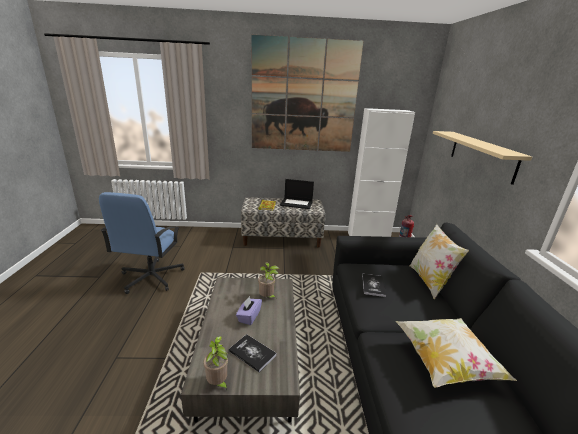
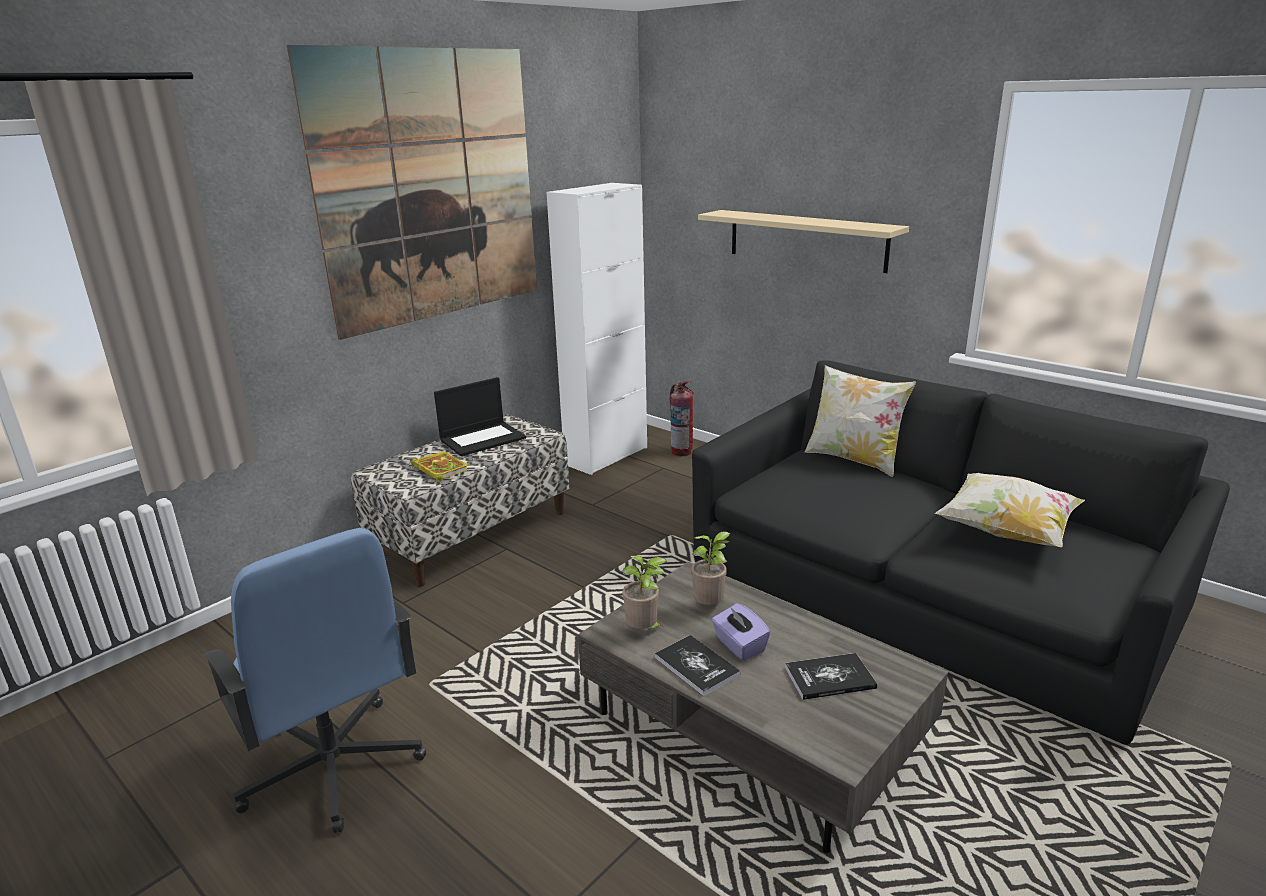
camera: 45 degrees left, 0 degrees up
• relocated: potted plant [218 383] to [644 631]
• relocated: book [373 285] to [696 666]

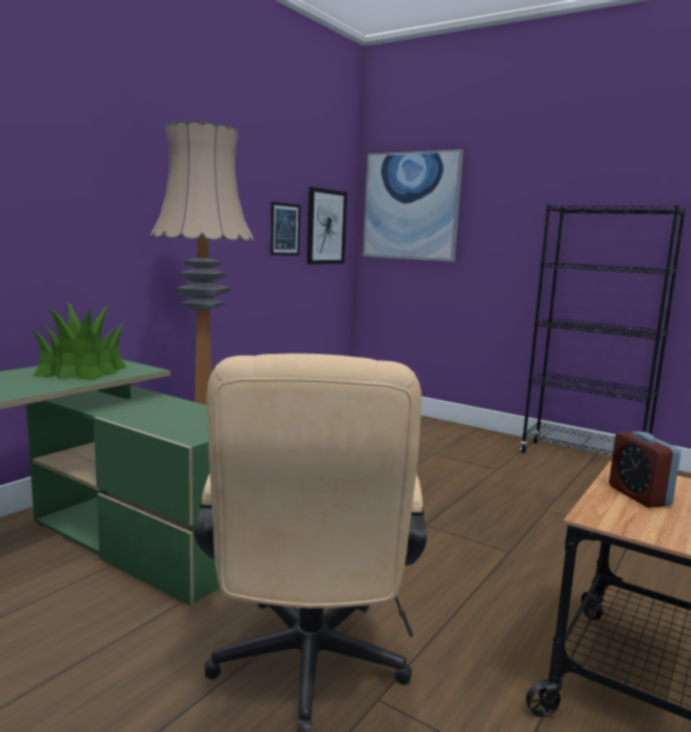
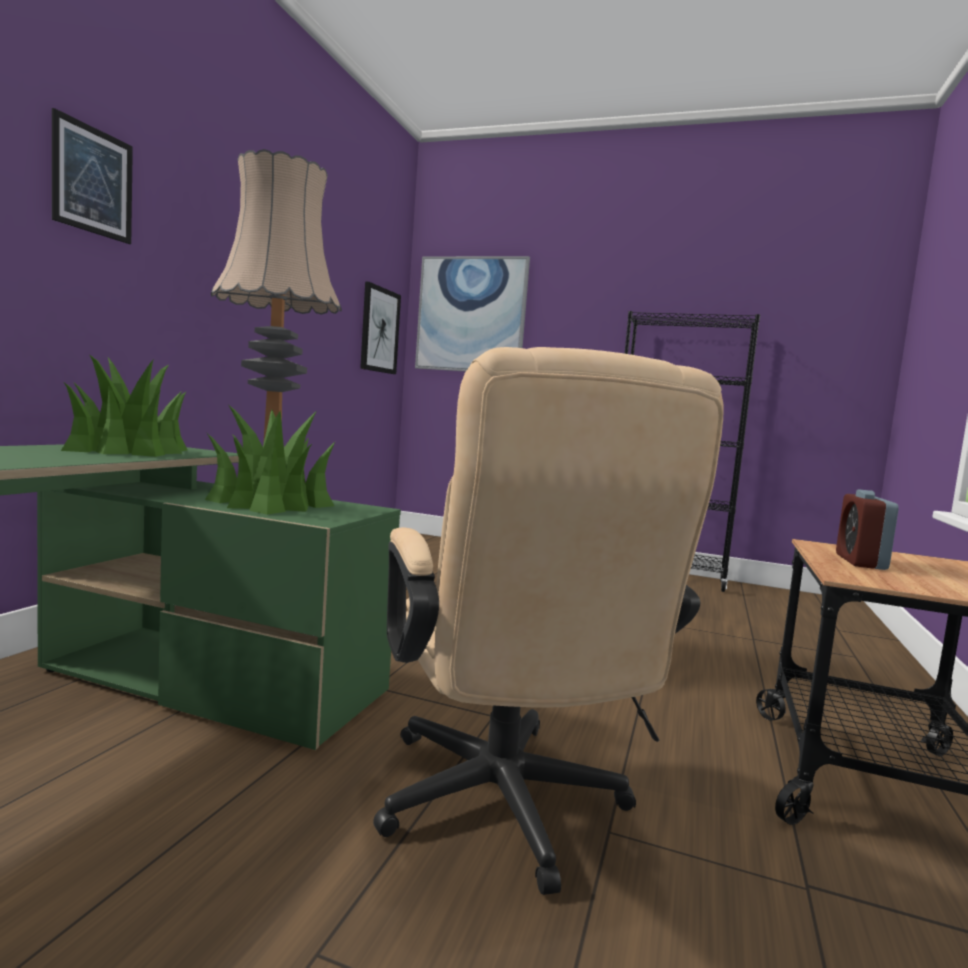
camera: 15 degrees left, 5 degrees down
• appeared: potted plant [270 503]
• relocated: picture [285 229] to [93 181]
• spun: alarm clock [639 496] = [860 562] 45 degrees clockwise

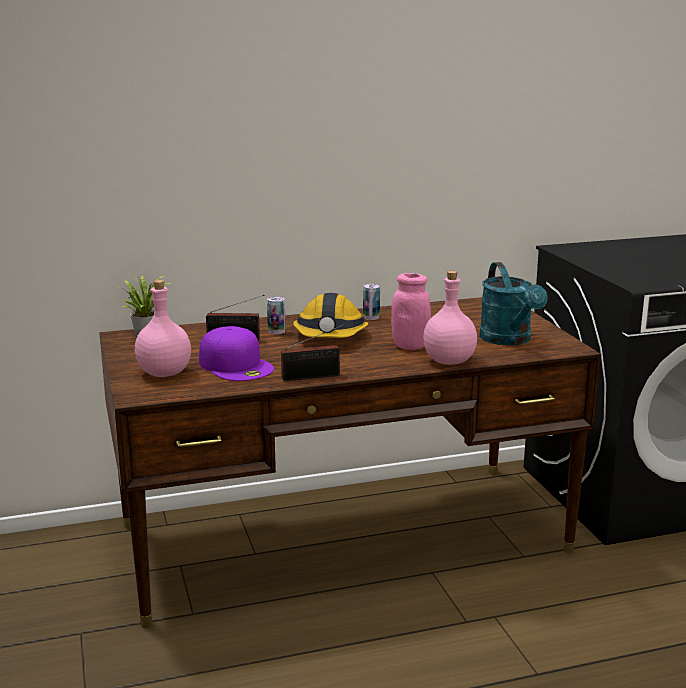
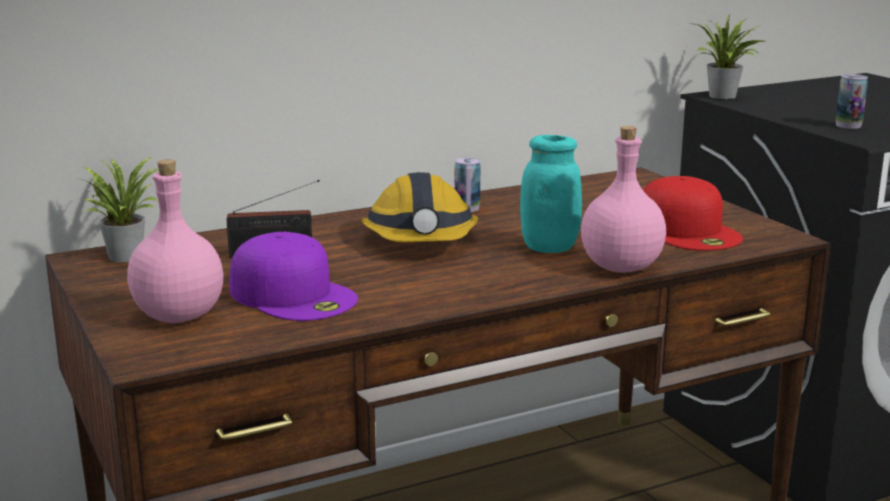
camera: 10 degrees left, 0 degrees up
• missing: radio [314 376]
• appeared: potted plant [724 97]
• relocated: can [276 331] to [848 125]
• exchanged: watering can (turquoise) [509 340] to cap (red) [688 230]
• colour: jar (pink) [410 346] to jar (turquoise) [549 247]

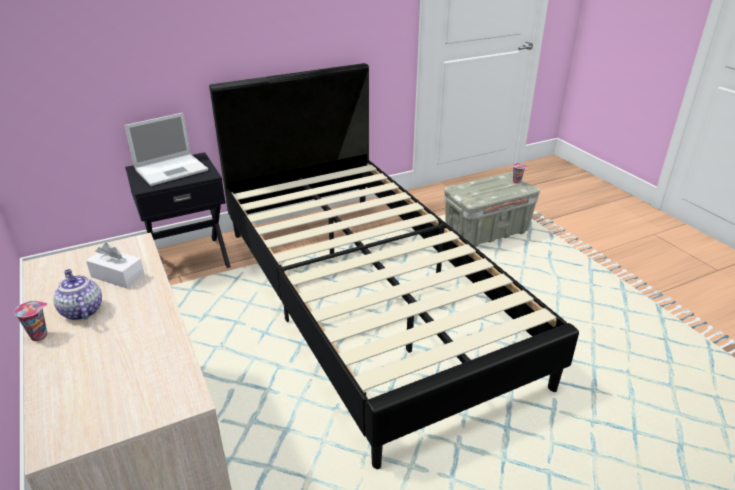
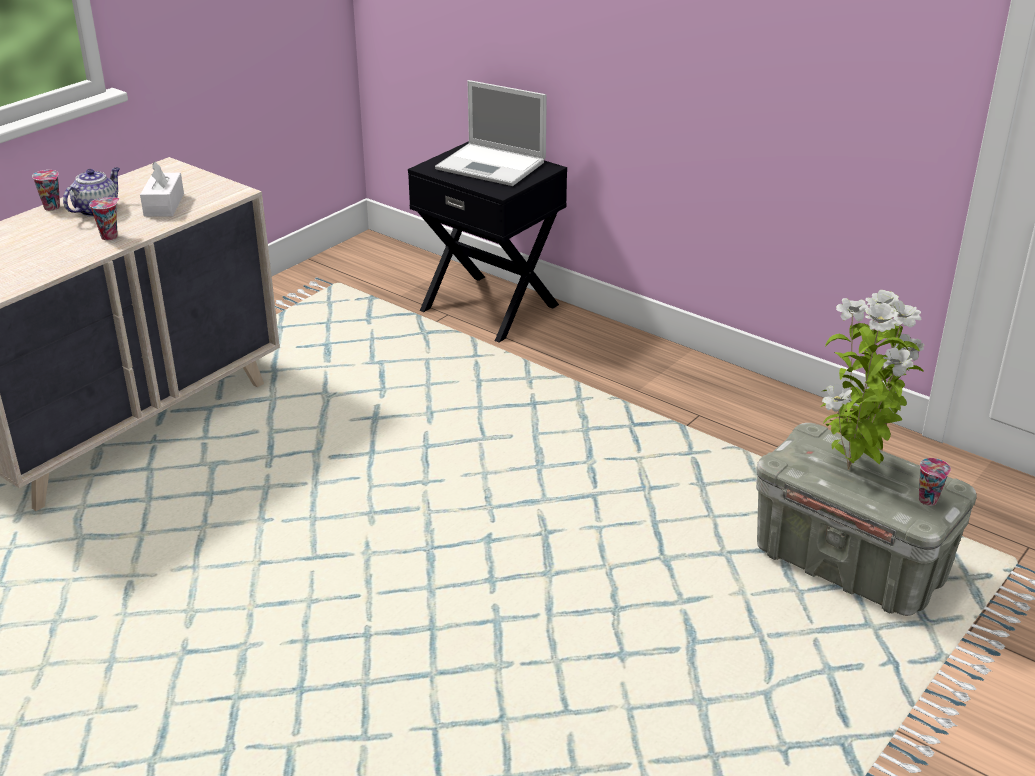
camera: 65 degrees right, 0 degrees up
• missing: bed (black) [367 298]
• appeared: cup [110 236]
• appeared: potted plant [851 469]

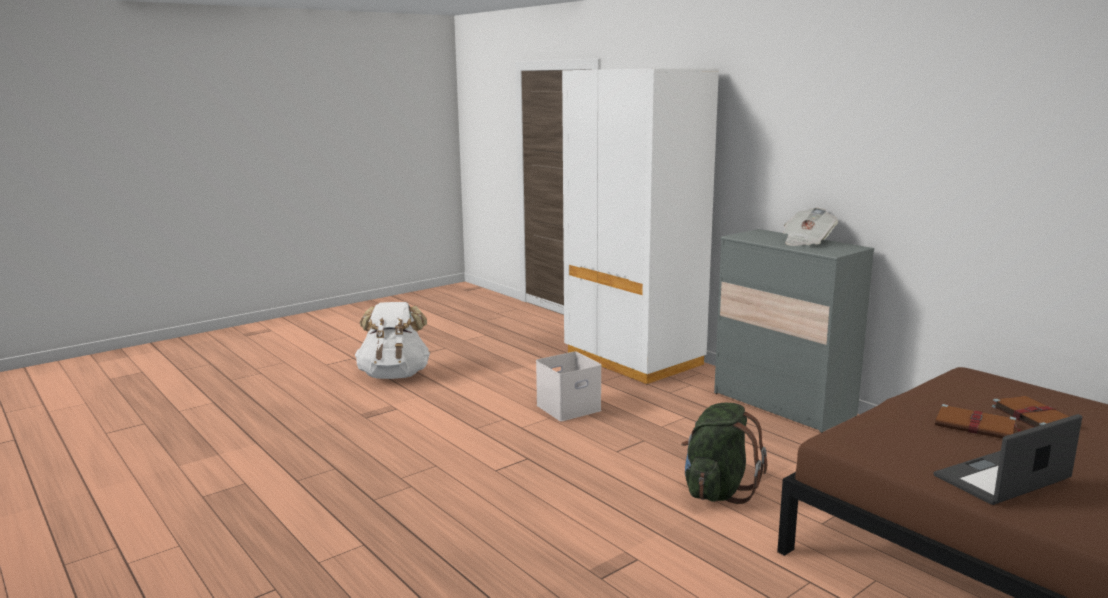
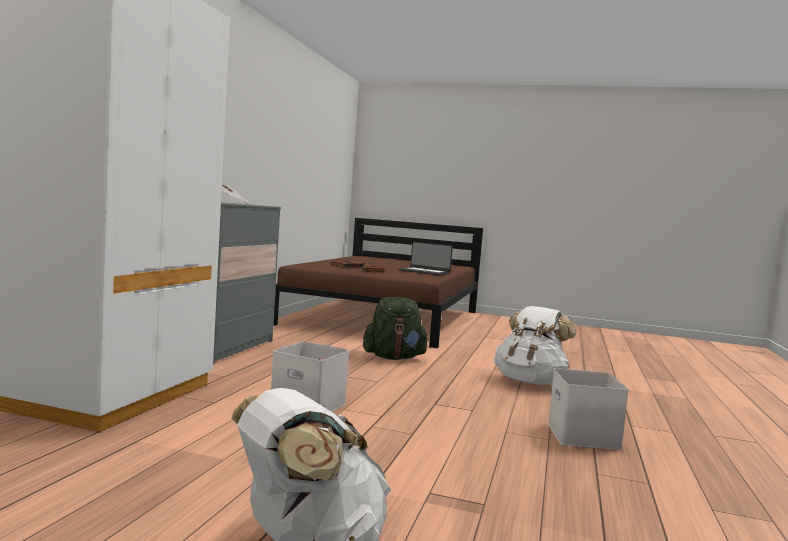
camera: 125 degrees left, 10 degrees down
• appeared: backpack (white) [530 382]
• appeared: storage box (white) [584 436]

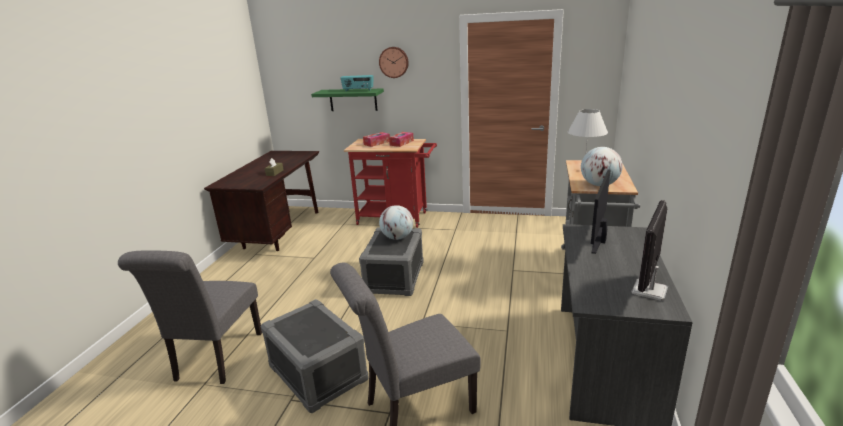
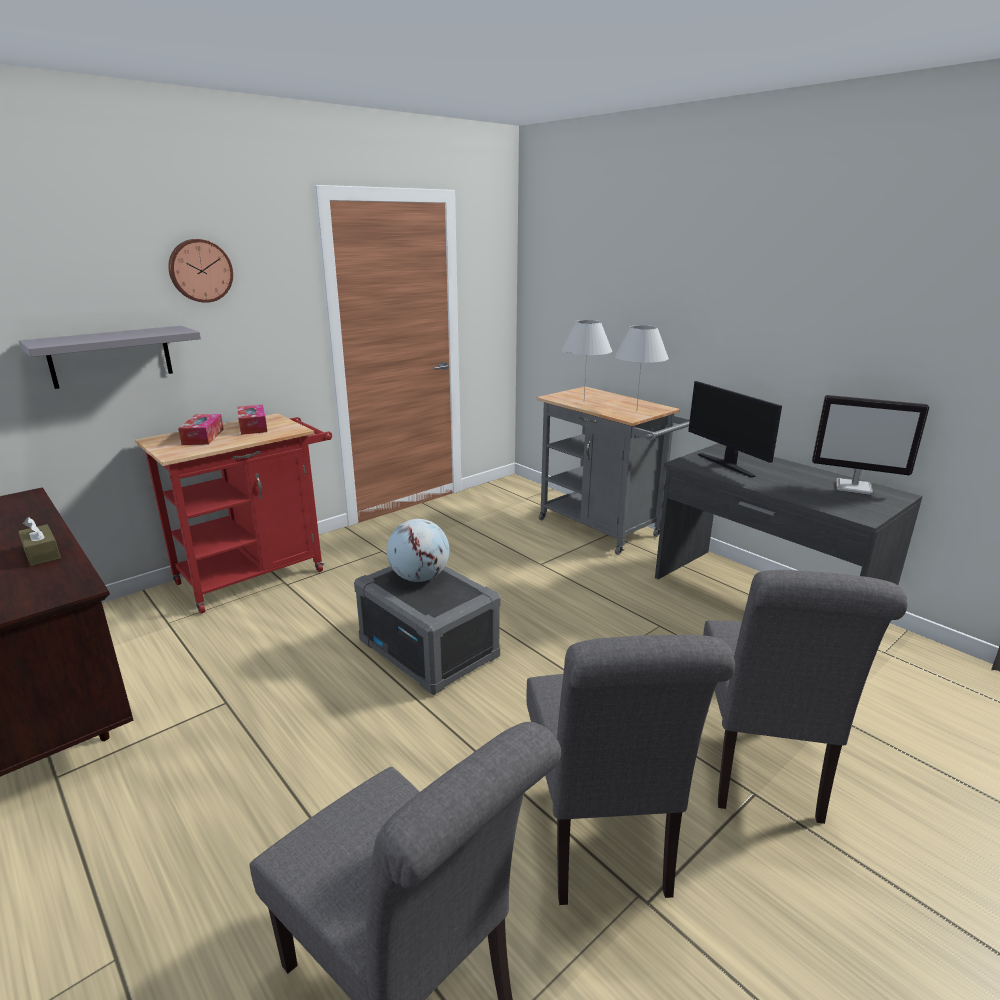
camera: 55 degrees left, 0 degrees up
• missing: radio [358 90]
• exchanged: storage box (grey) [317 373] to chair (grey) [600 838]
• exchanged: globe [599 185] to table lamp (white) [637 411]
• colour: shelf (green) [353 100] to shelf (grey) [111 356]
• spun: monitor [649 291] = [855 487] 45 degrees counterclockwise

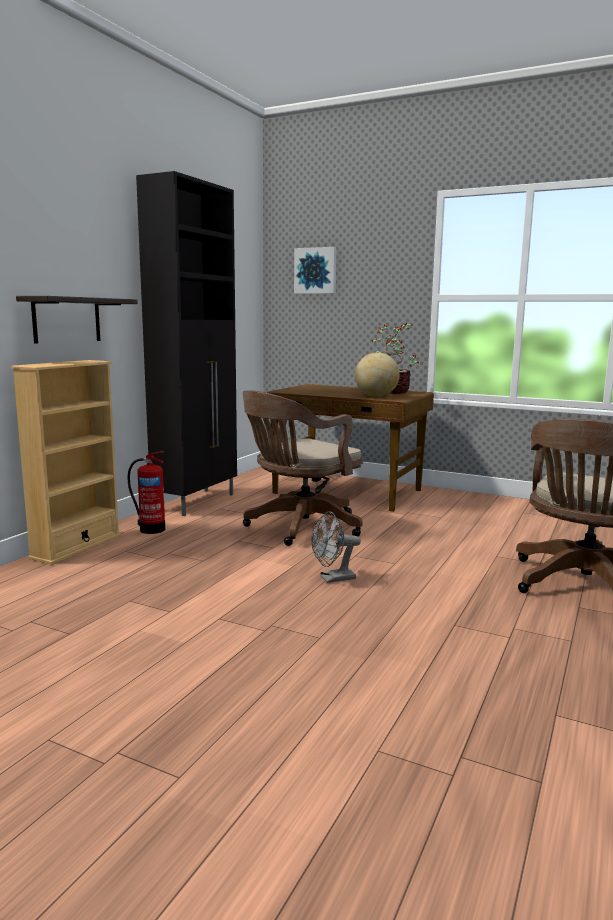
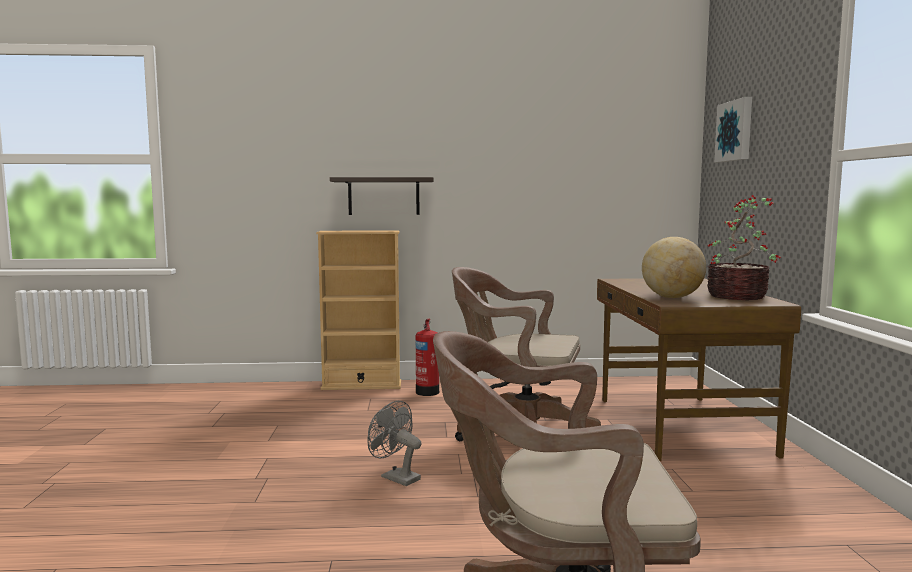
camera: 60 degrees right, 5 degrees down
• missing: cabinet (black) [197 502]

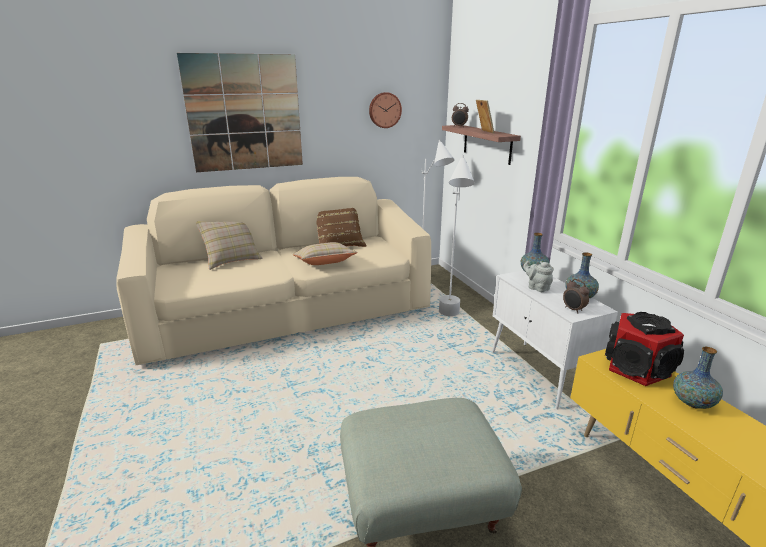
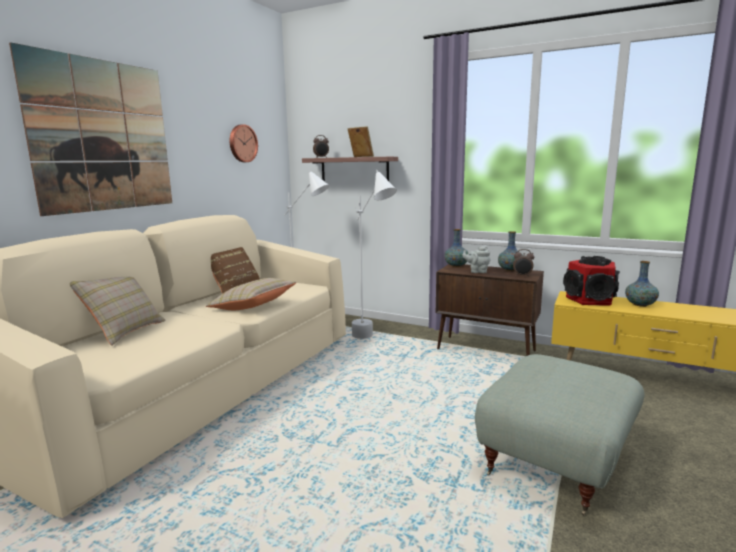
camera: 40 degrees left, 10 degrees down
• colour: cabinet (white) [540 374] to cabinet (brown) [487 350]

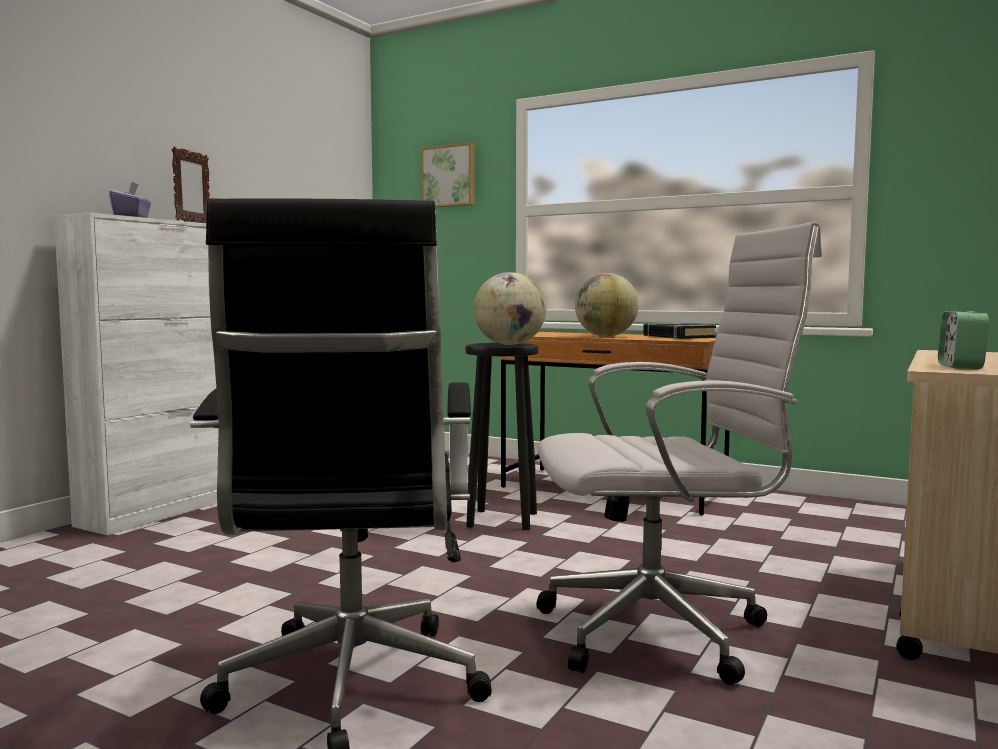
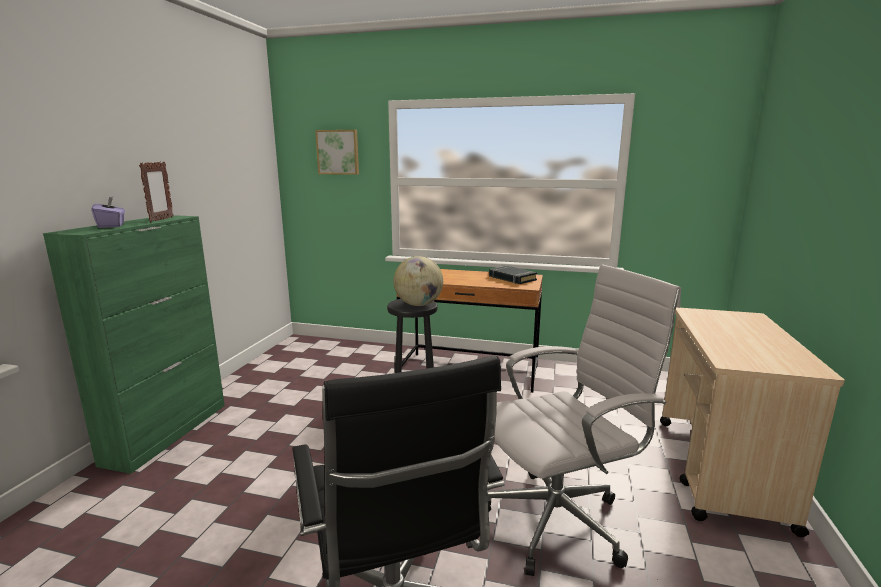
camera: 15 degrees left, 10 degrees up
• missing: globe [605 336]
• missing: alarm clock [960 366]
• colour: cabinet (white) [168 509] to cabinet (green) [168 432]

